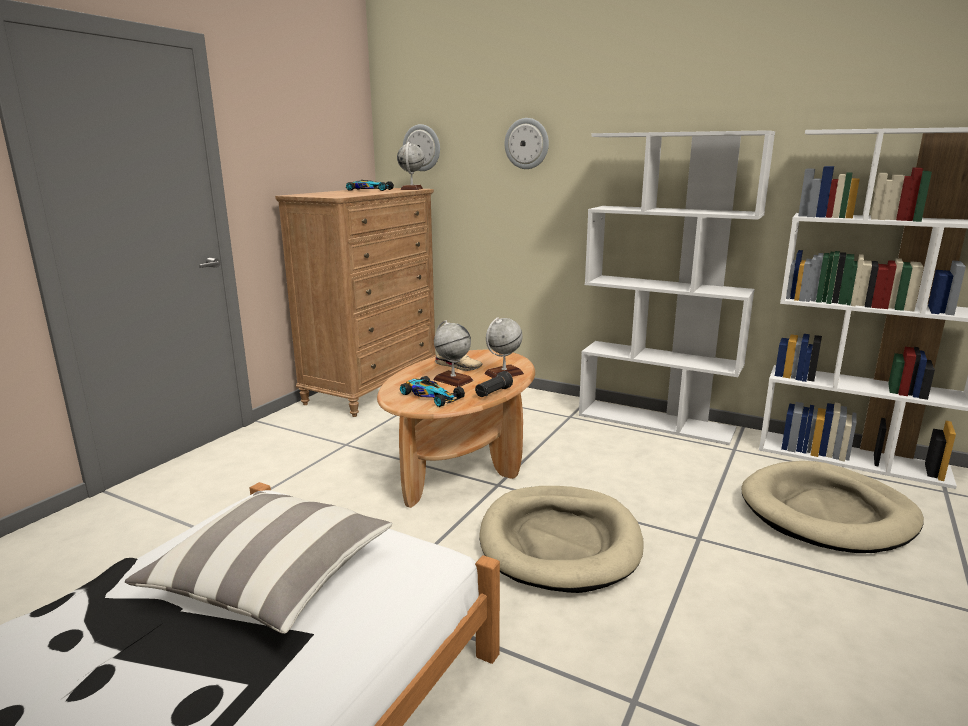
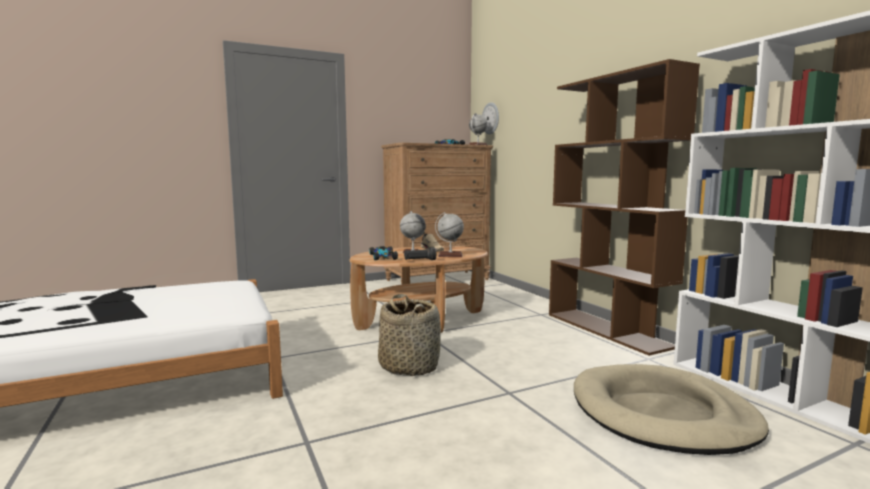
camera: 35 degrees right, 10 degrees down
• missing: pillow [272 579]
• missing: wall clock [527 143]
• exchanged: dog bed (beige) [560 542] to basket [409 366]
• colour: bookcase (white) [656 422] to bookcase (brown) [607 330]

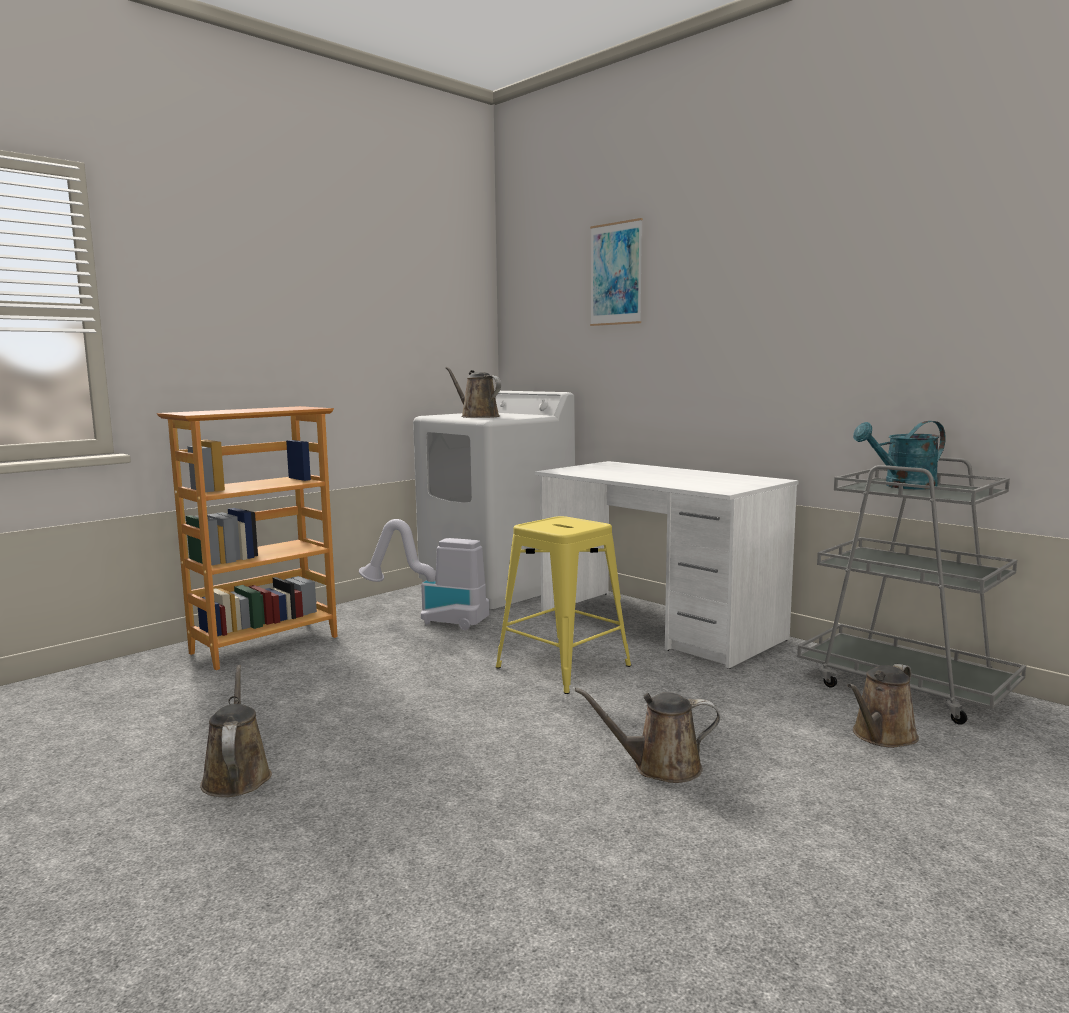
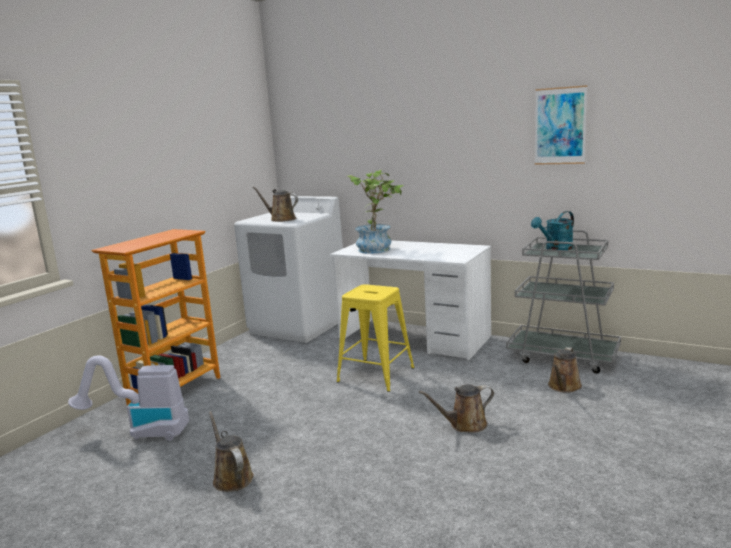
camera: 15 degrees left, 5 degrees up
• appeared: potted plant [378 248]
• relocated: vacuum cleaner [432 619] to [141 432]
• relocated: picture [616 274] to [560 126]

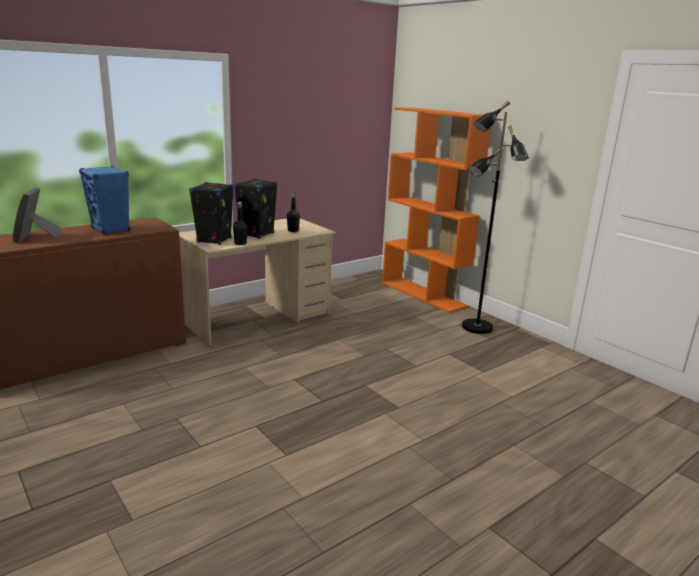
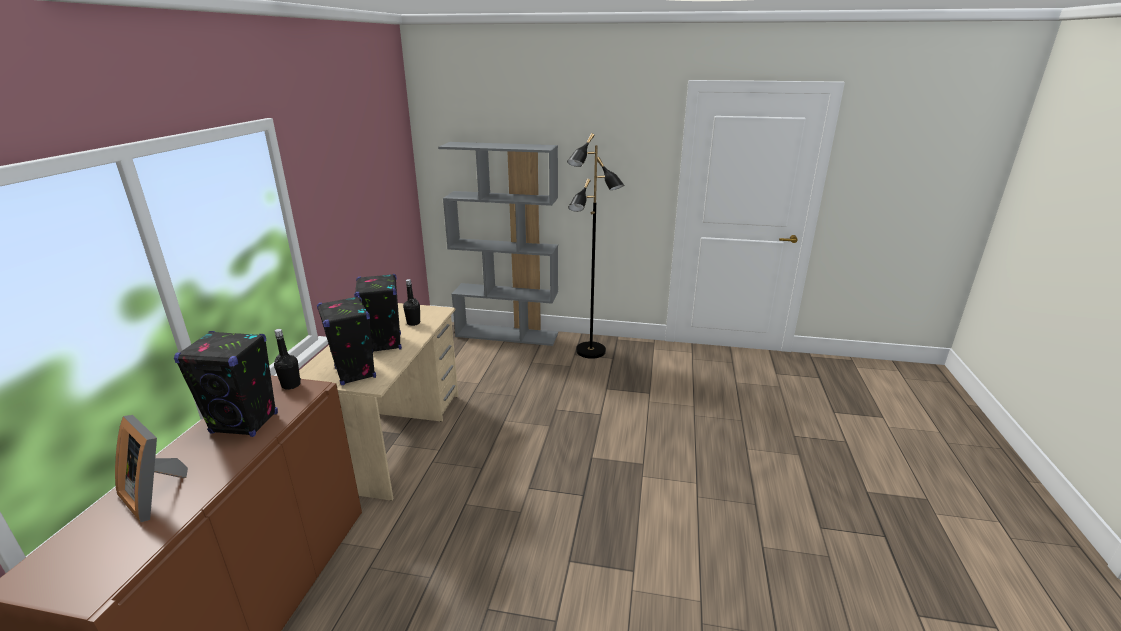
camera: 40 degrees left, 5 degrees up
• relocated: bottle (black) [240 243] to [291 385]
• colour: speaker (blue) [111 229] to speaker (black) [245 423]
• colour: bookcase (orange) [423 294] to bookcase (grey) [507 334]

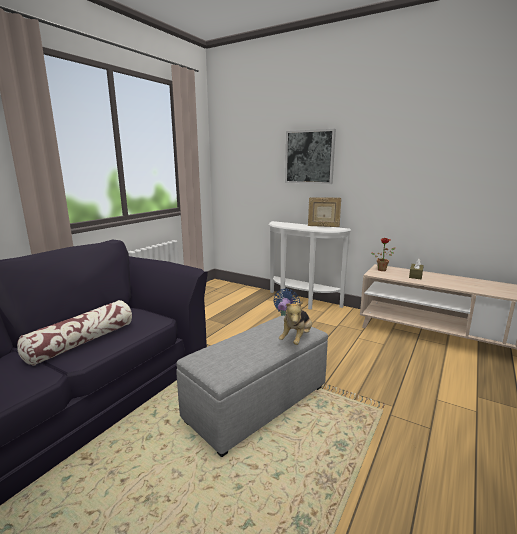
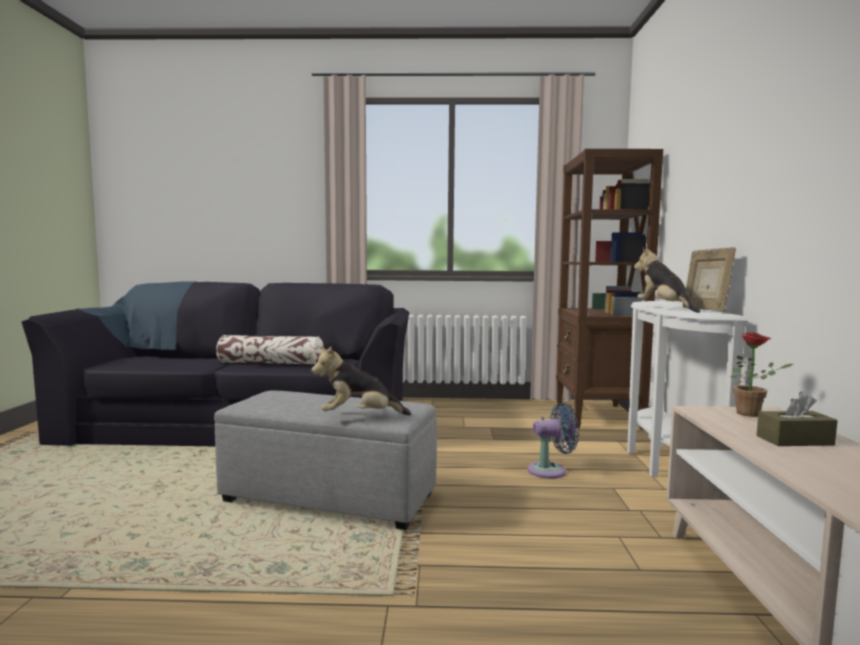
camera: 60 degrees right, 10 degrees down
• missing: picture [309 157]
• appeared: bookcase (brown) [597 416]
• appeared: plush toy [664 308]

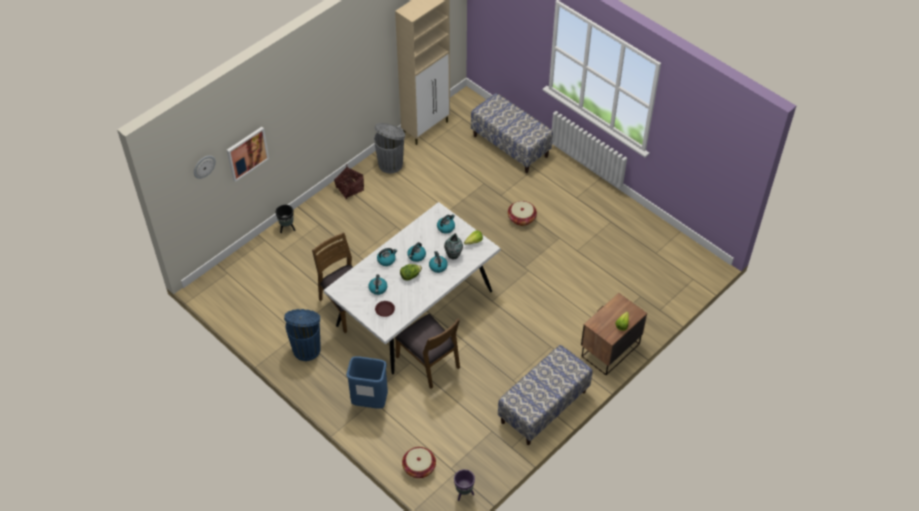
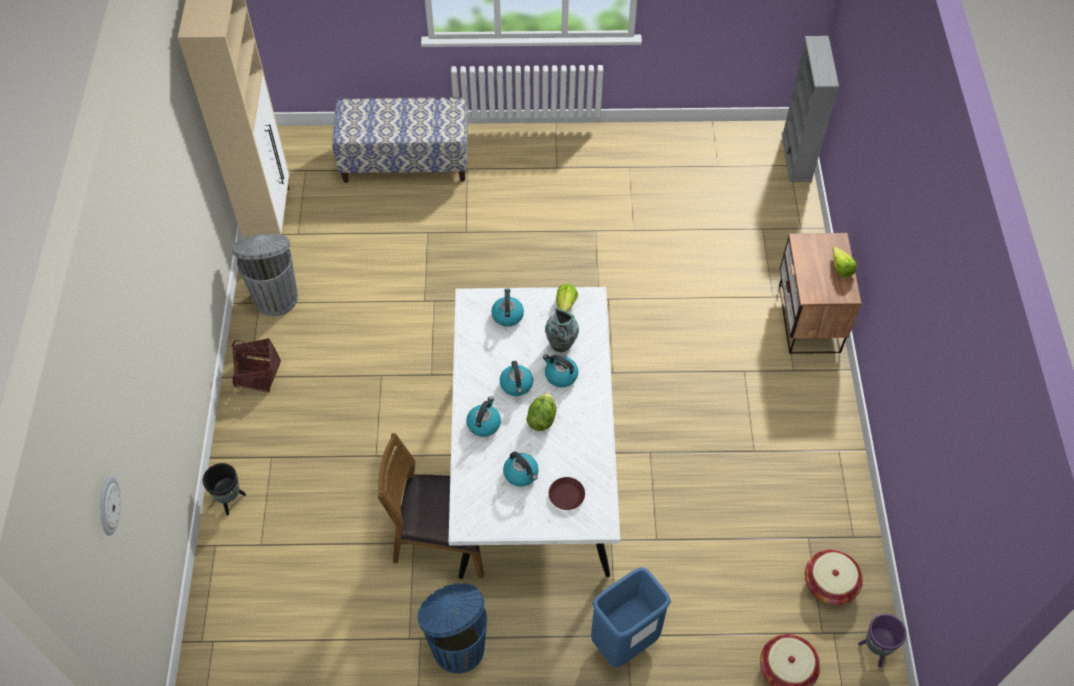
camera: 45 degrees left, 5 degrees up
• missing: picture [247 153]
• missing: chair (brown) [429 361]
• missing: bench [543 407]
• appeared: bookcase (grey) [796 157]
• relocated: basket [521 218] to [830 583]

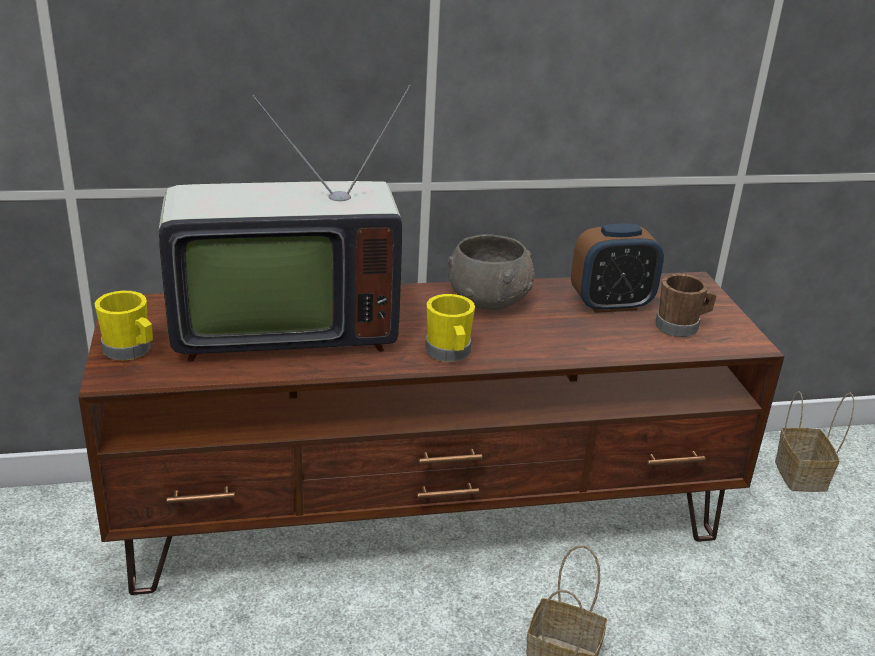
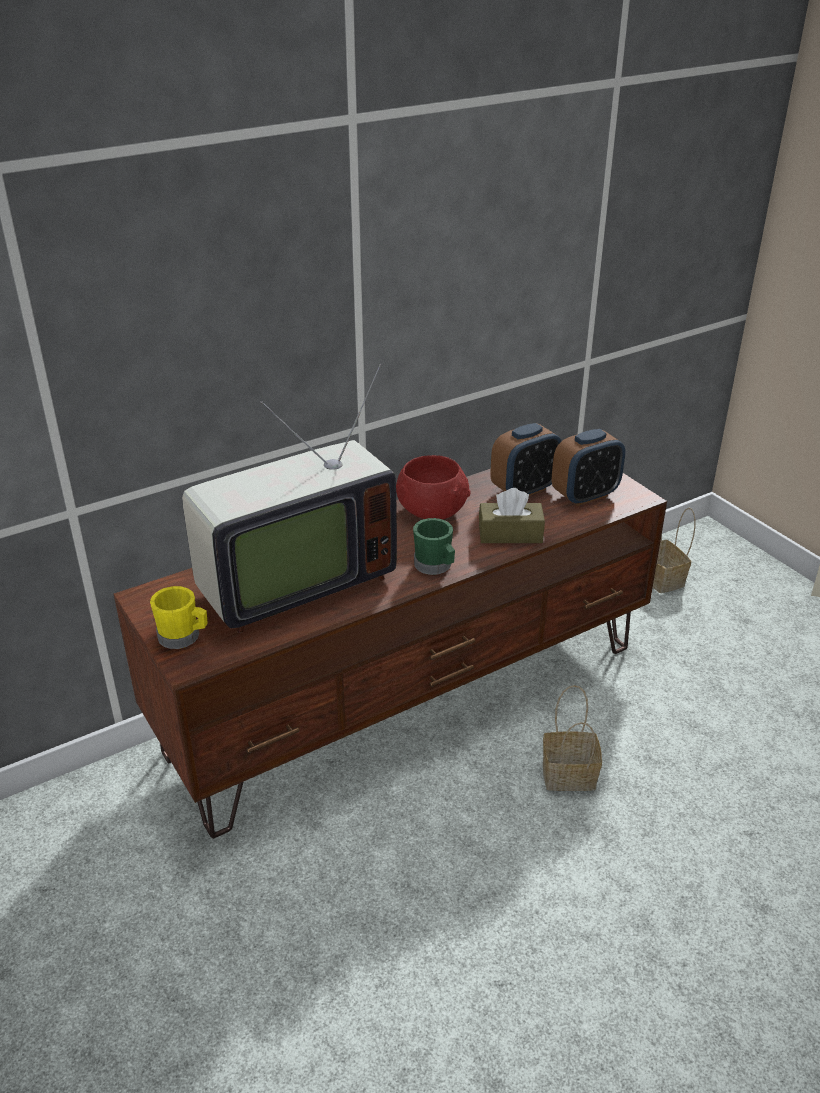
camera: 20 degrees left, 5 degrees up
• appeared: tissue box (brown) [510 534]
• exchanged: mug (brown) [681 326] to alarm clock [585 495]
• colour: mug (yellow) [449 353] to mug (green) [435 566]
• colour: bowl (grey) [489 299] to bowl (red) [432 510]

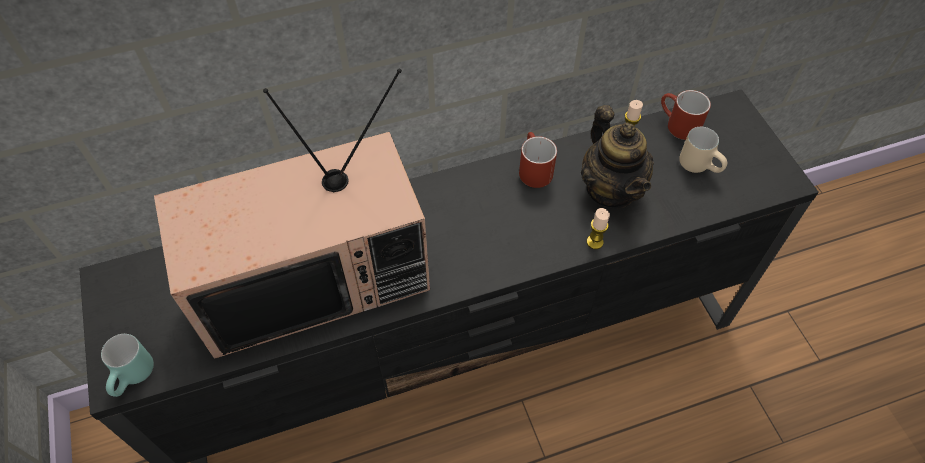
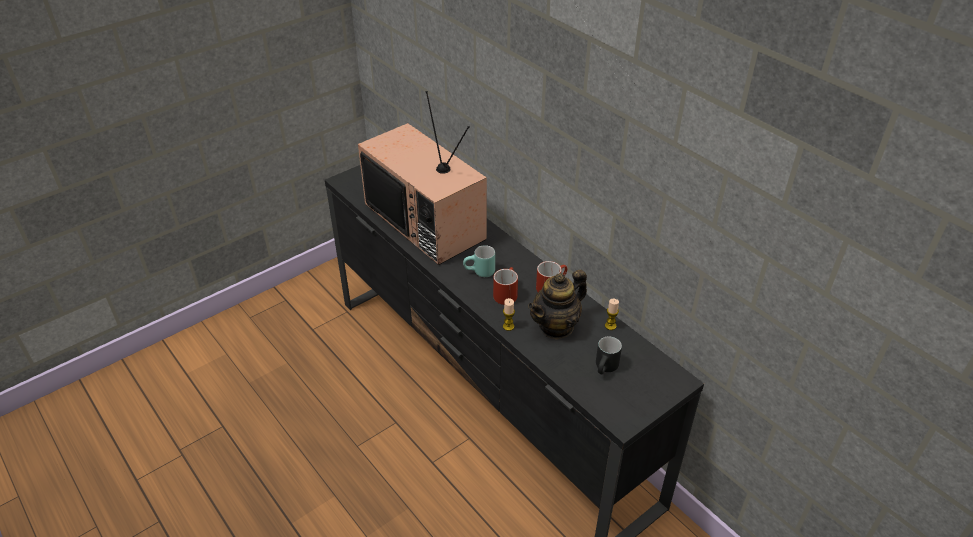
camera: 70 degrees right, 15 degrees down
• relocated: mug (turquoise) [135 377] to [480 273]
• relocated: mug (red) [677 125] to [505 293]
• colour: mug (beige) [700 165] to mug (black) [606 369]

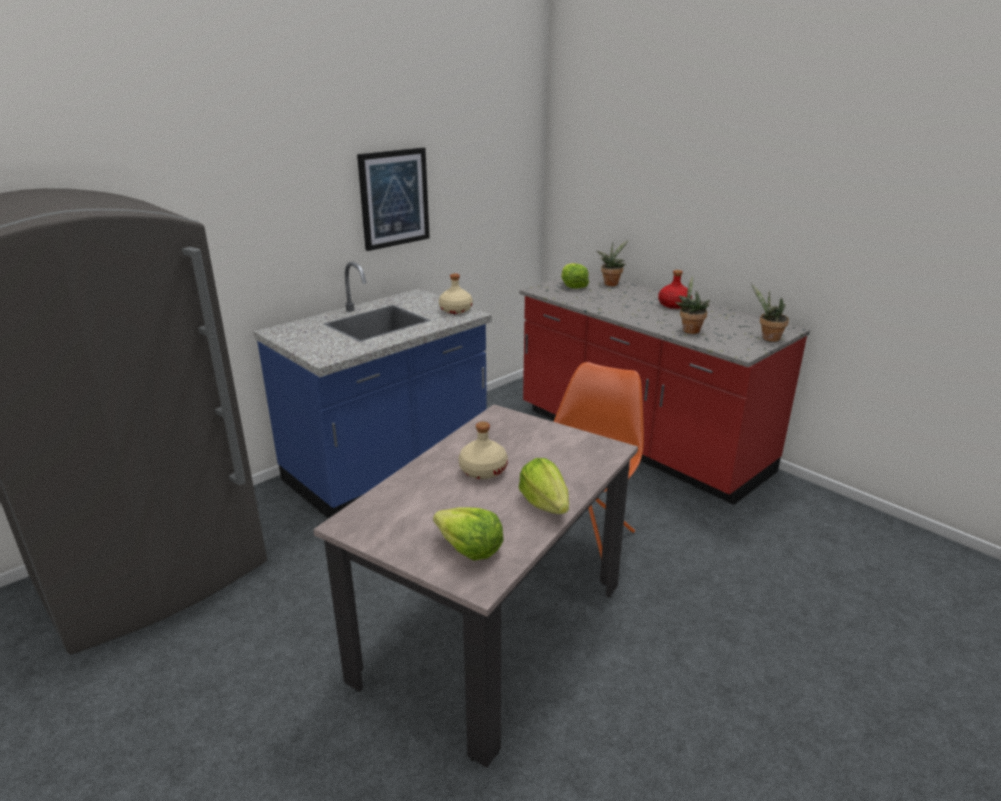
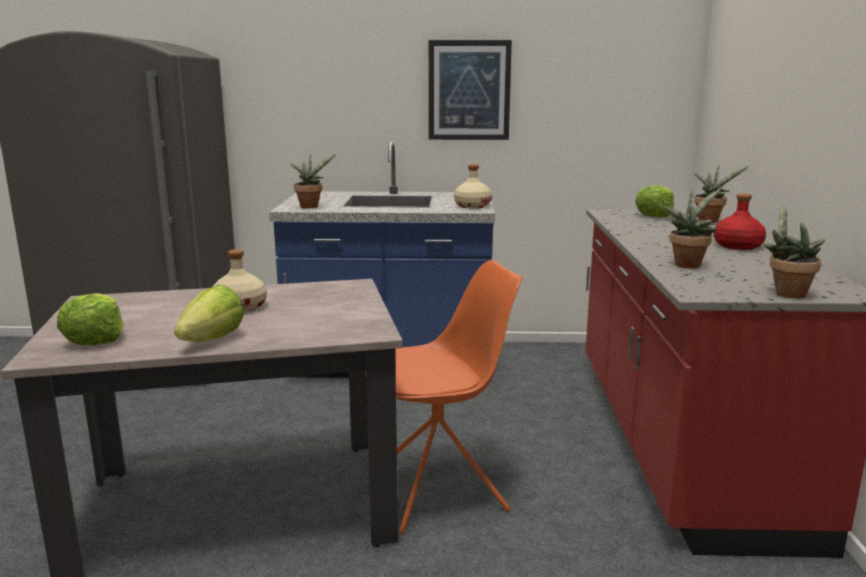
camera: 45 degrees right, 10 degrees down
• appeared: potted plant [311 206]

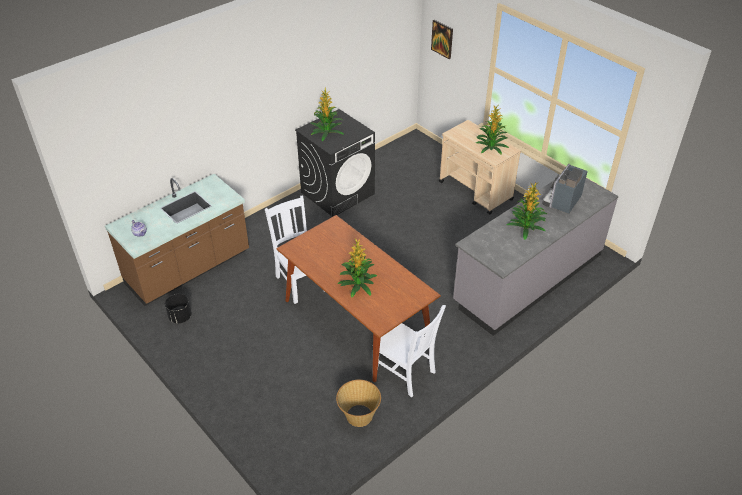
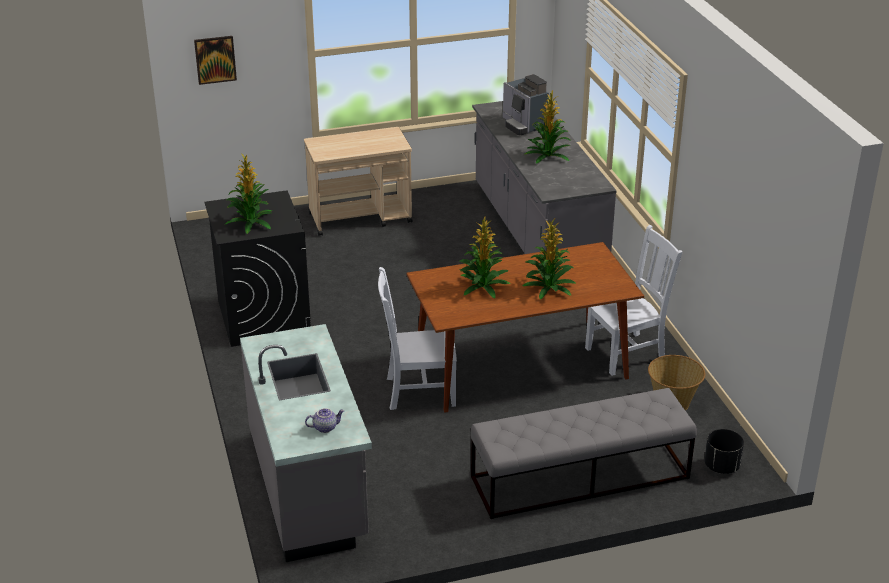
camera: 65 degrees left, 10 degrees down
• appeared: bench (grey) [579 478]
• relocated: planter (black) [180 317] to [721 466]
• relocated: potted plant [491 147] to [483 287]
• colour: counter (brown) [189 269] to counter (grey) [309 487]

